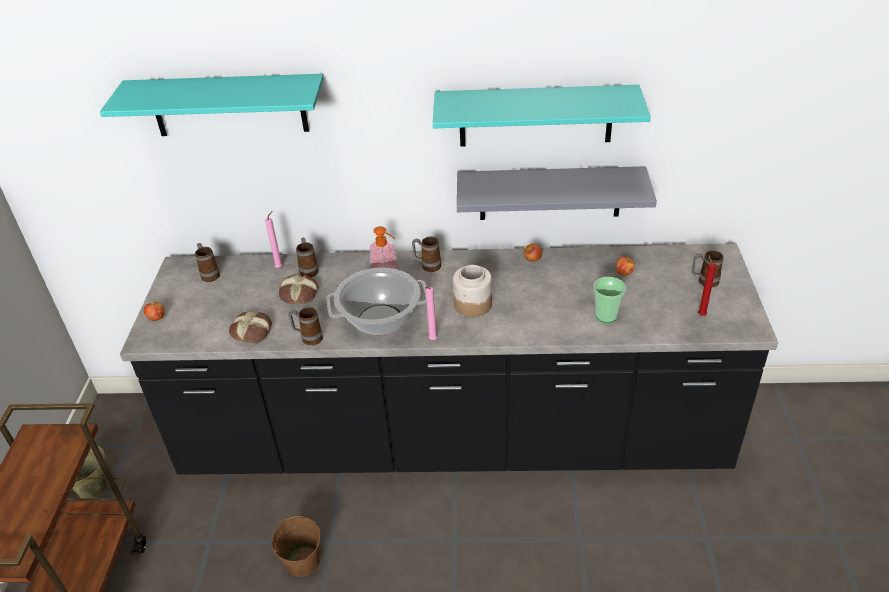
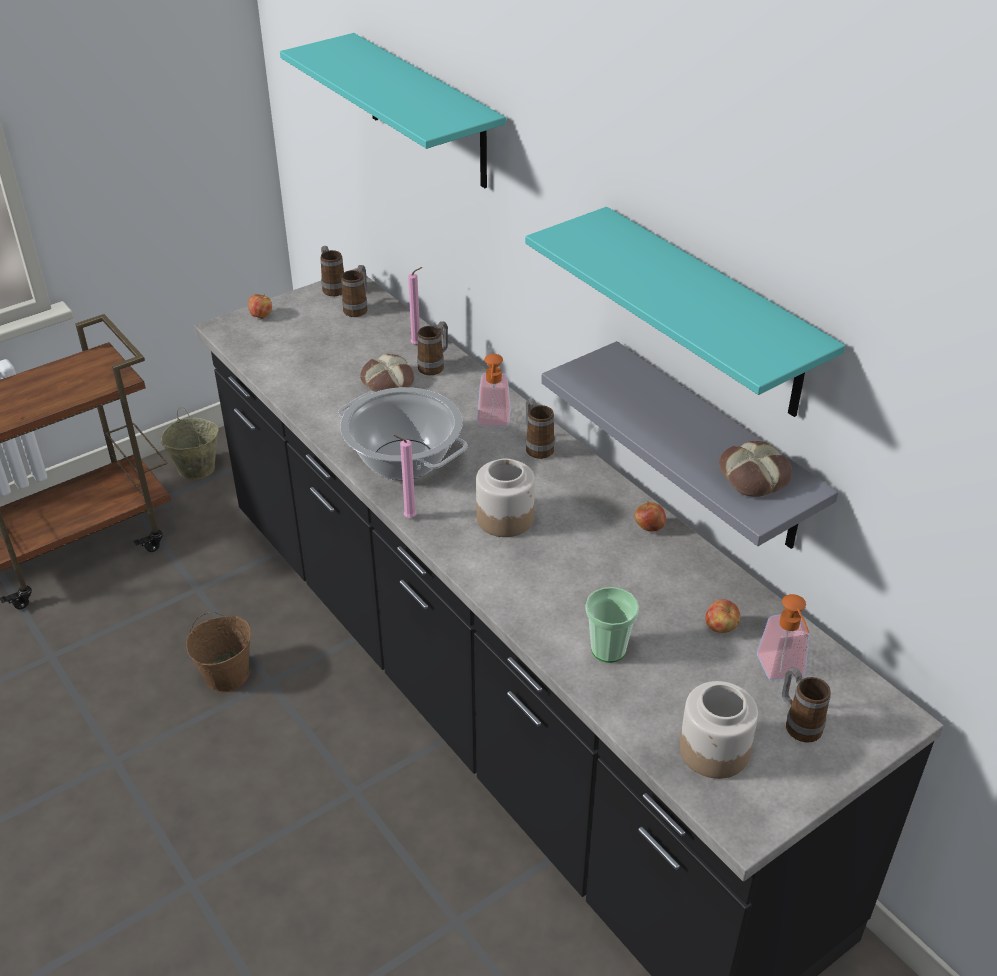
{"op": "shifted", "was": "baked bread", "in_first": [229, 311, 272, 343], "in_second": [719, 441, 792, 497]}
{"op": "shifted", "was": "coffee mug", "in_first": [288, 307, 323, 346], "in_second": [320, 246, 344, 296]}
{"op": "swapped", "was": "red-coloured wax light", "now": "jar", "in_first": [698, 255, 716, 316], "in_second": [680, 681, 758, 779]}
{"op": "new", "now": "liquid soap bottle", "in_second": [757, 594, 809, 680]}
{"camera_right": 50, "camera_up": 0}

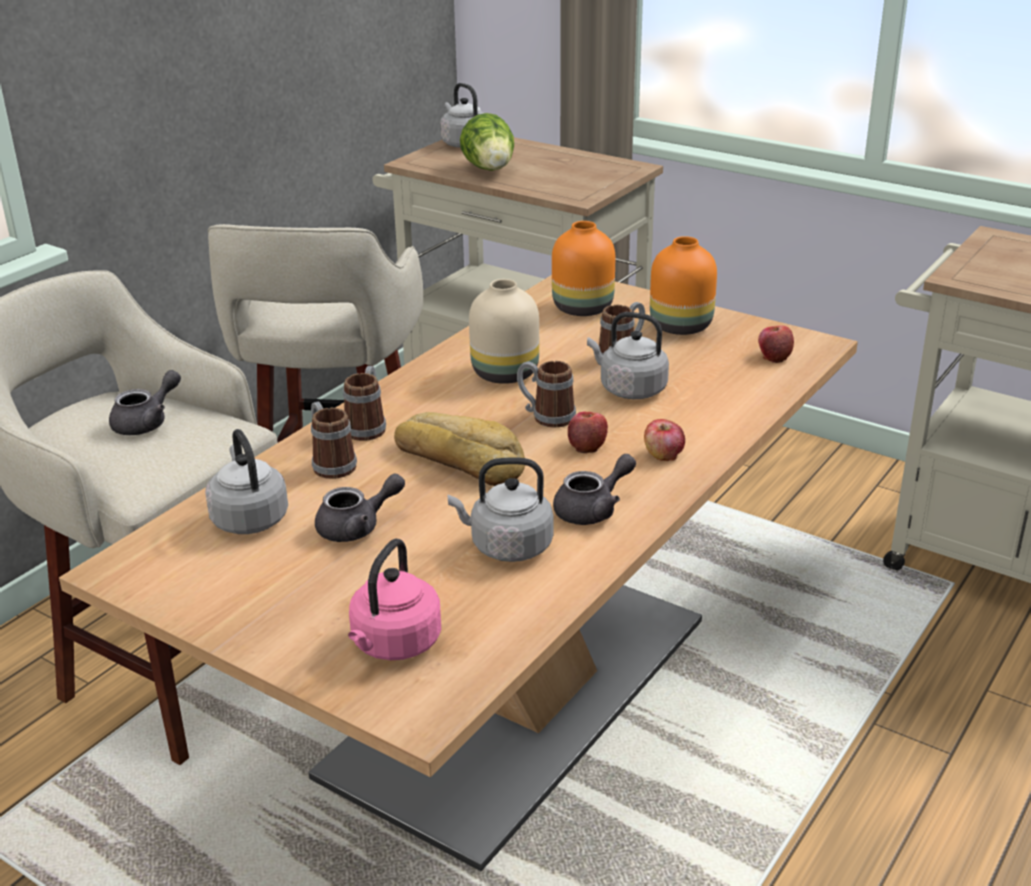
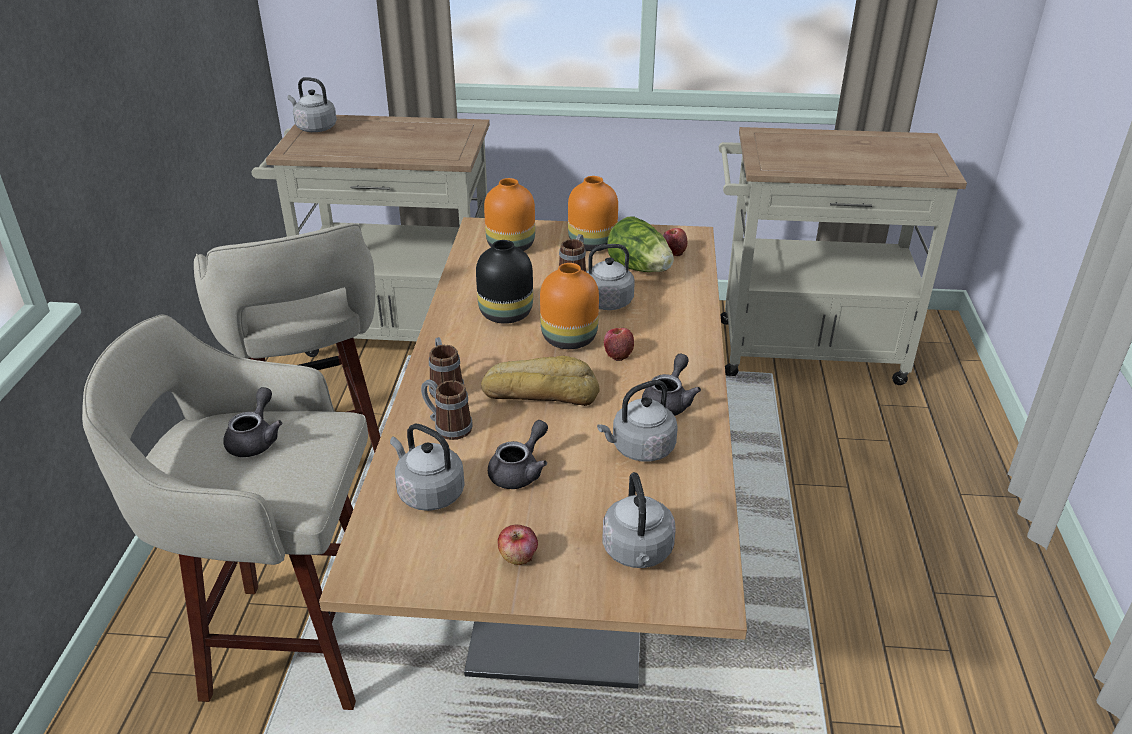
{"op": "repainted", "was": "pink-coloured tea kettle", "now": "gray tea kettle", "in_first": [348, 539, 441, 660], "in_second": [603, 472, 676, 568]}
{"op": "shifted", "was": "lettuce head", "in_first": [460, 113, 514, 171], "in_second": [607, 216, 674, 272]}
{"op": "repainted", "was": "sand-coloured vase", "now": "black-coloured vase", "in_first": [469, 279, 539, 384], "in_second": [476, 240, 533, 324]}
{"op": "swapped", "was": "coffee mug", "now": "orange vase", "in_first": [517, 361, 576, 428], "in_second": [540, 263, 599, 349]}
{"op": "shifted", "was": "whole apple", "in_first": [644, 419, 685, 461], "in_second": [498, 525, 538, 565]}
{"camera_right": -30, "camera_up": 5}

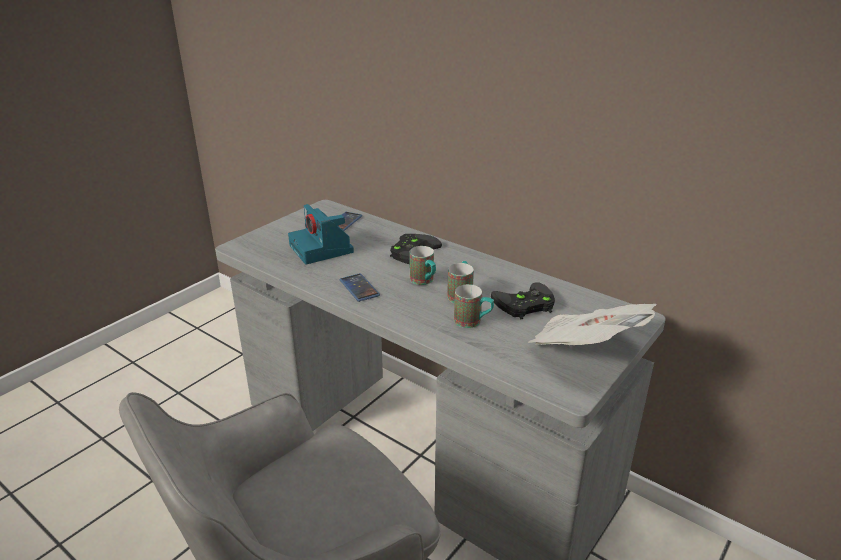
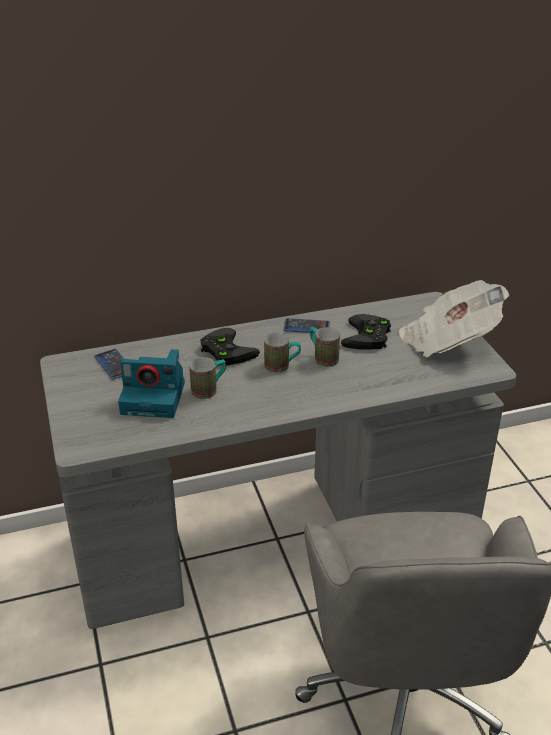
{"op": "shifted", "was": "phone", "in_first": [339, 273, 380, 302], "in_second": [283, 318, 330, 333]}
{"op": "shifted", "was": "coffee mug", "in_first": [454, 284, 494, 328], "in_second": [189, 357, 226, 399]}
{"camera_right": -55, "camera_up": 5}

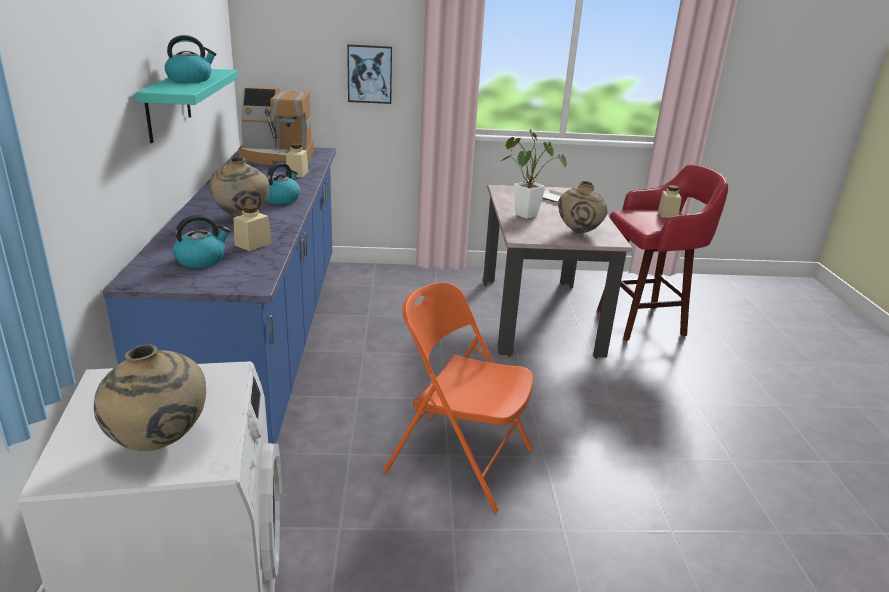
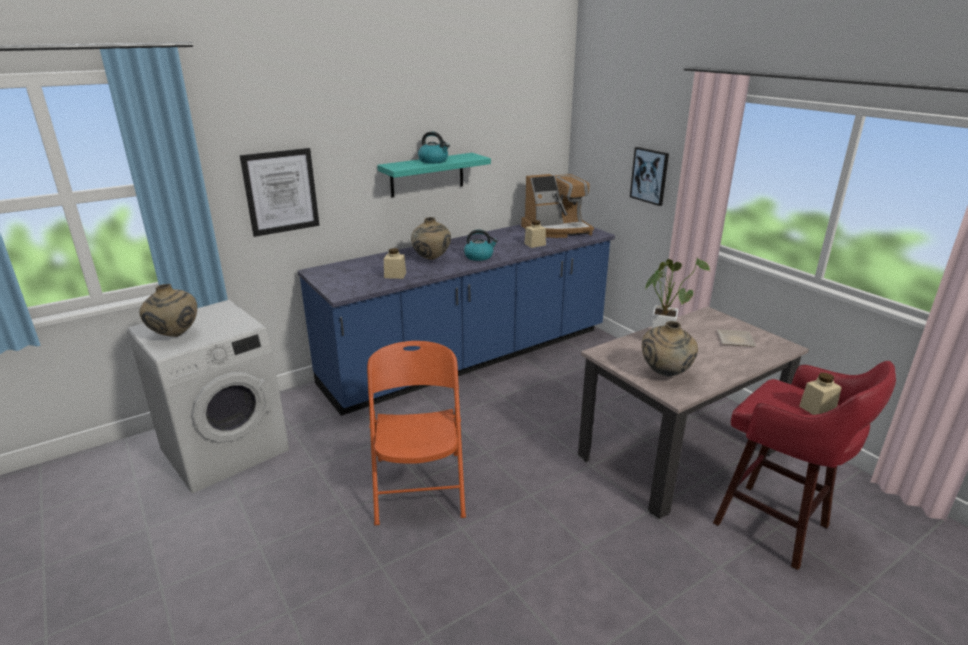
{"op": "gone", "was": "tea kettle", "in_first": [173, 215, 231, 268]}
{"op": "rotated", "was": "coffee brewer", "in_first": [238, 87, 314, 165], "in_second": [521, 174, 594, 238], "clockwise": -75}
{"op": "new", "now": "wall art", "in_second": [240, 148, 320, 237]}
{"camera_right": 60, "camera_up": 0}

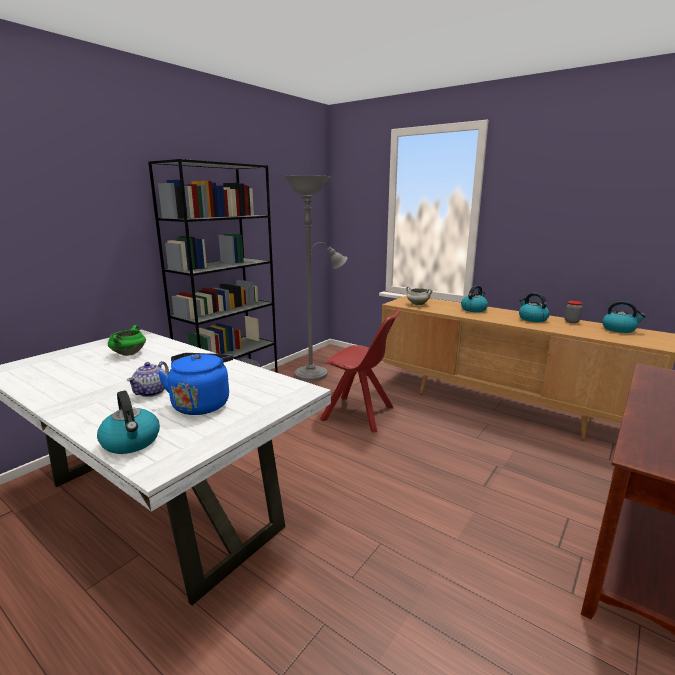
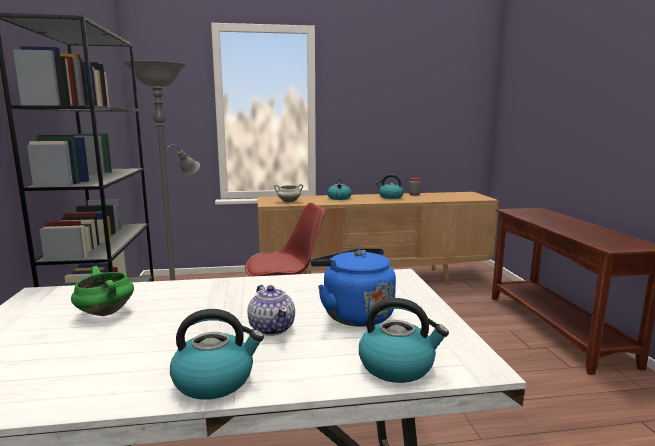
{"op": "shifted", "was": "tea kettle", "in_first": [602, 301, 646, 333], "in_second": [170, 309, 264, 400]}
{"camera_right": -45, "camera_up": -5}

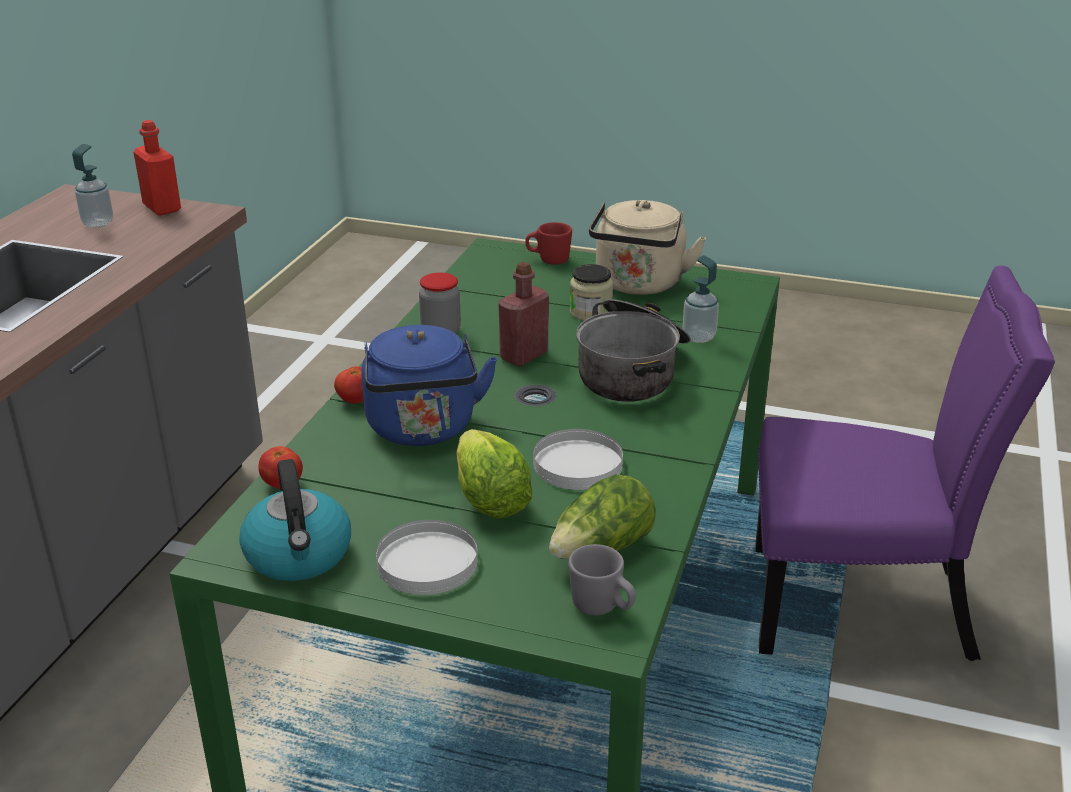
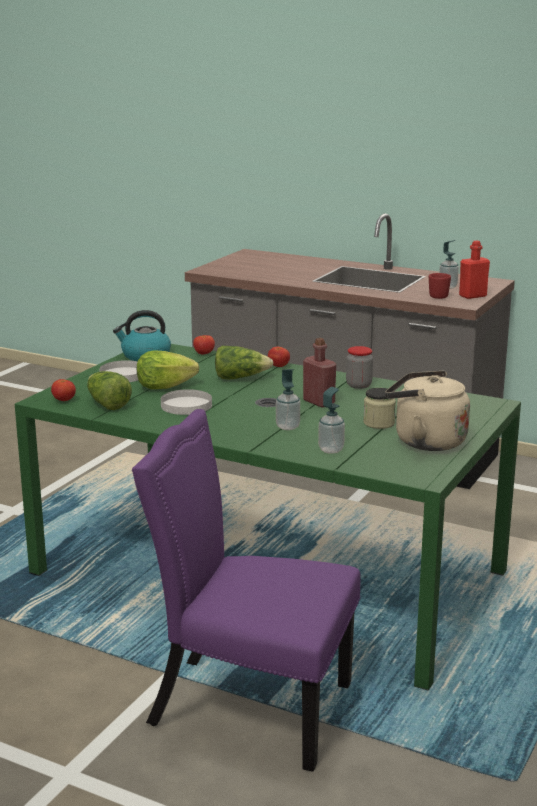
{"op": "swapped", "was": "bluish tea kettle", "now": "lettuce head", "in_first": [361, 325, 497, 446], "in_second": [215, 346, 273, 379]}
{"op": "shifted", "was": "red-coloured coffee mug", "in_first": [525, 222, 572, 265], "in_second": [429, 273, 451, 299]}
{"op": "swapped", "was": "gray coffee mug", "now": "tomato", "in_first": [568, 544, 636, 615], "in_second": [51, 379, 76, 401]}
{"op": "swapped", "was": "saucepot", "now": "liquid soap bottle", "in_first": [576, 299, 691, 402], "in_second": [276, 369, 300, 430]}
{"op": "rotated", "was": "purple-coloured plain chair", "in_first": [755, 266, 1055, 661], "in_second": [132, 409, 361, 772], "clockwise": 90}
{"camera_right": 100, "camera_up": -10}

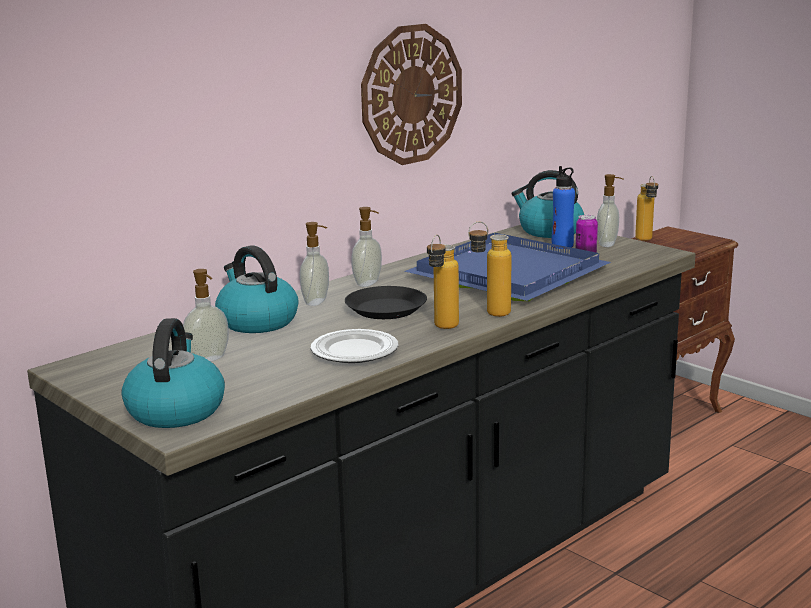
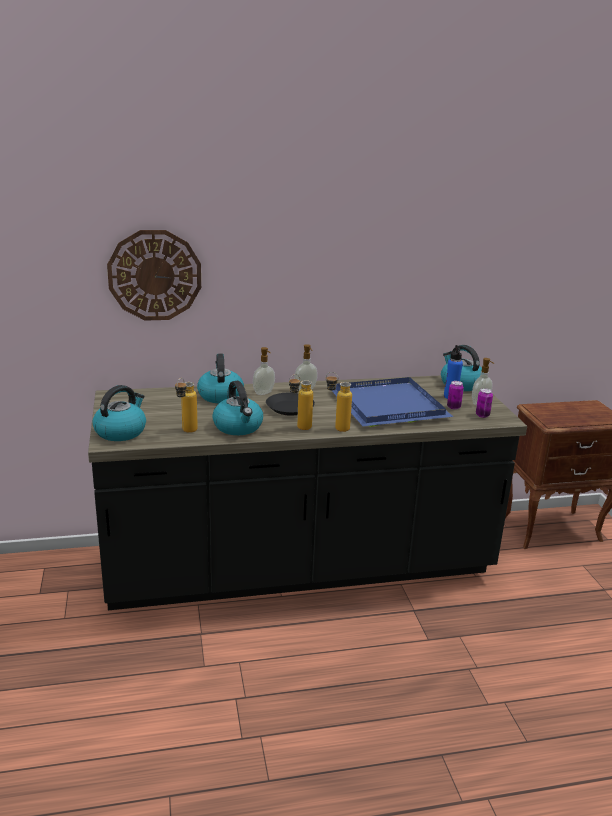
{"op": "gone", "was": "liquid soap bottle", "in_first": [183, 269, 229, 362]}
{"op": "swapped", "was": "flat dish", "now": "tea kettle", "in_first": [311, 329, 399, 363], "in_second": [212, 381, 263, 435]}
{"op": "shifted", "was": "wall clock", "in_first": [361, 24, 462, 165], "in_second": [107, 230, 201, 321]}
{"op": "shifted", "was": "bottle", "in_first": [635, 176, 658, 241], "in_second": [175, 378, 198, 433]}
{"op": "new", "now": "sealed can", "in_second": [476, 388, 493, 418]}
{"camera_right": 30, "camera_up": 5}

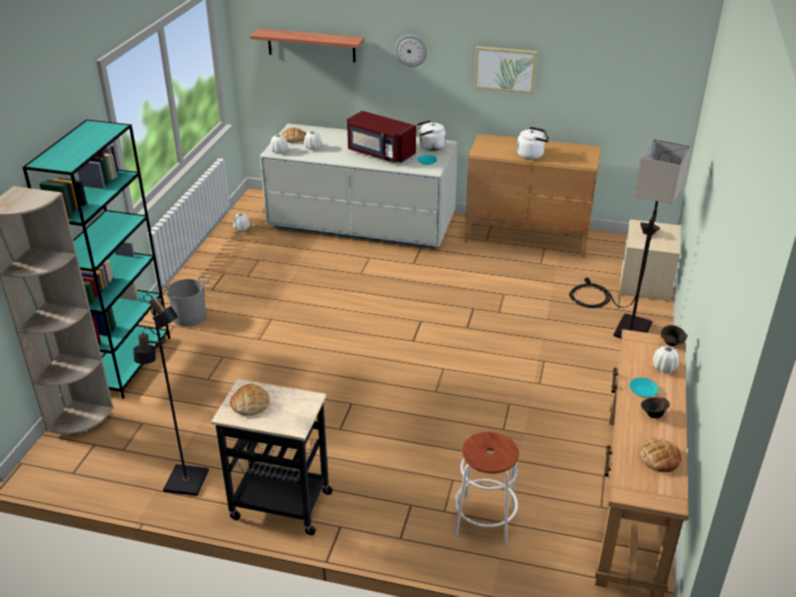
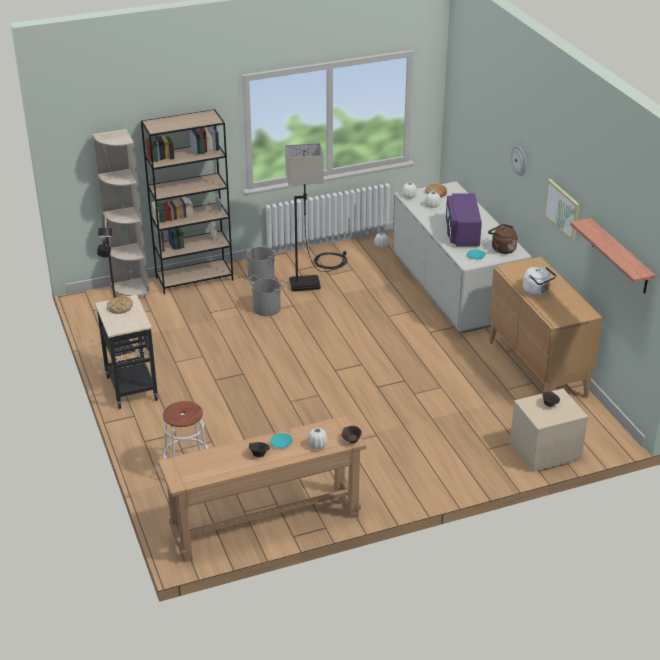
{"op": "repainted", "was": "blue-green bookshelf", "now": "sand-coloured bookshelf", "in_first": [22, 120, 170, 399], "in_second": [141, 109, 233, 294]}
{"op": "shifted", "was": "wall shelf", "in_first": [250, 29, 364, 62], "in_second": [570, 218, 655, 294]}
{"op": "repainted", "was": "red-coloured kitchen microwave", "now": "purple-coloured kitchen microwave", "in_first": [347, 111, 416, 163], "in_second": [446, 193, 482, 247]}
{"op": "repainted", "was": "white tea kettle", "now": "brownish tea kettle", "in_first": [416, 120, 446, 151], "in_second": [488, 224, 518, 254]}
{"op": "shifted", "was": "standing lamp", "in_first": [569, 139, 691, 338], "in_second": [285, 143, 347, 291]}
{"op": "gone", "was": "baked bread", "in_first": [639, 438, 681, 472]}
{"op": "new", "now": "gray bucket", "in_second": [247, 275, 285, 316]}
{"camera_right": 55, "camera_up": 0}

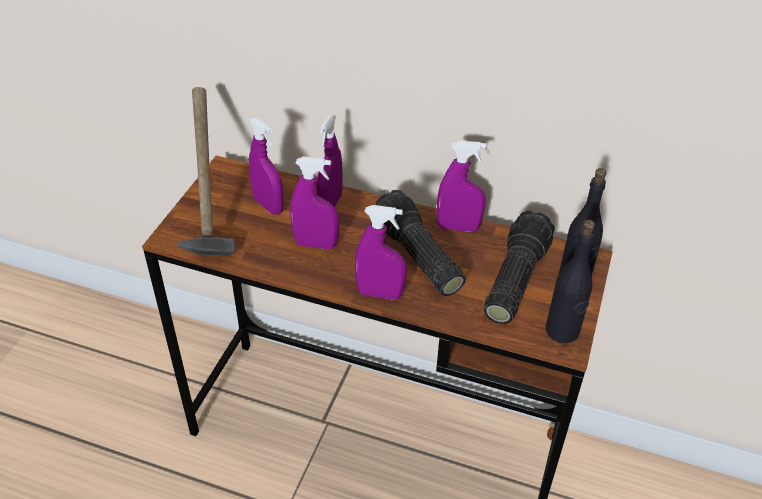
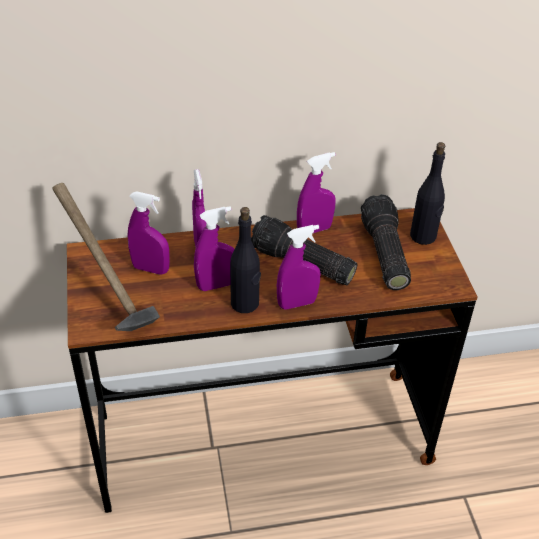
{"op": "shifted", "was": "black-coloured bottle", "in_first": [546, 220, 595, 343], "in_second": [230, 207, 261, 313]}
{"camera_right": -30, "camera_up": 0}

